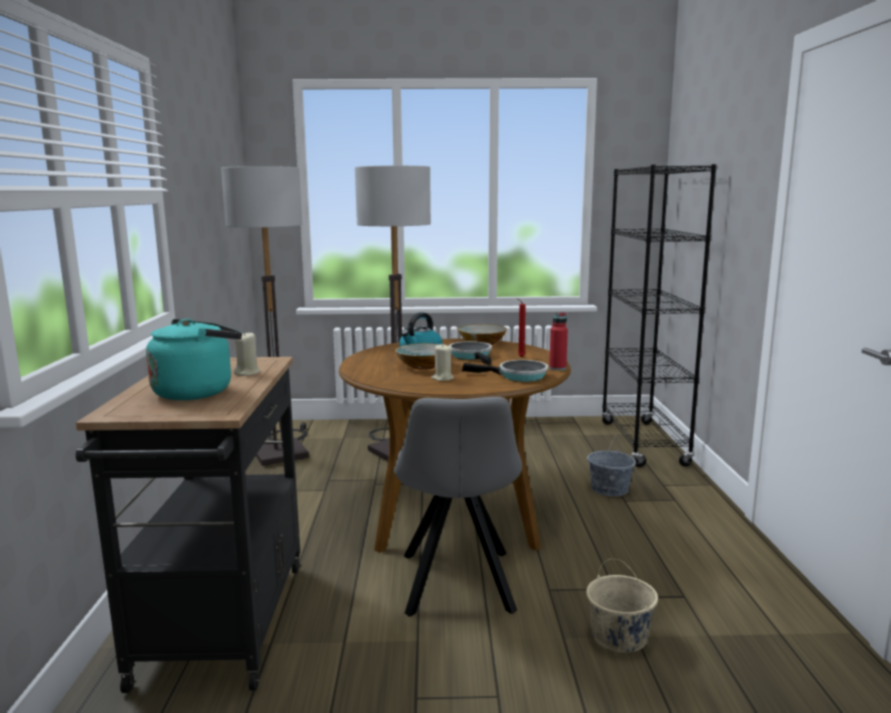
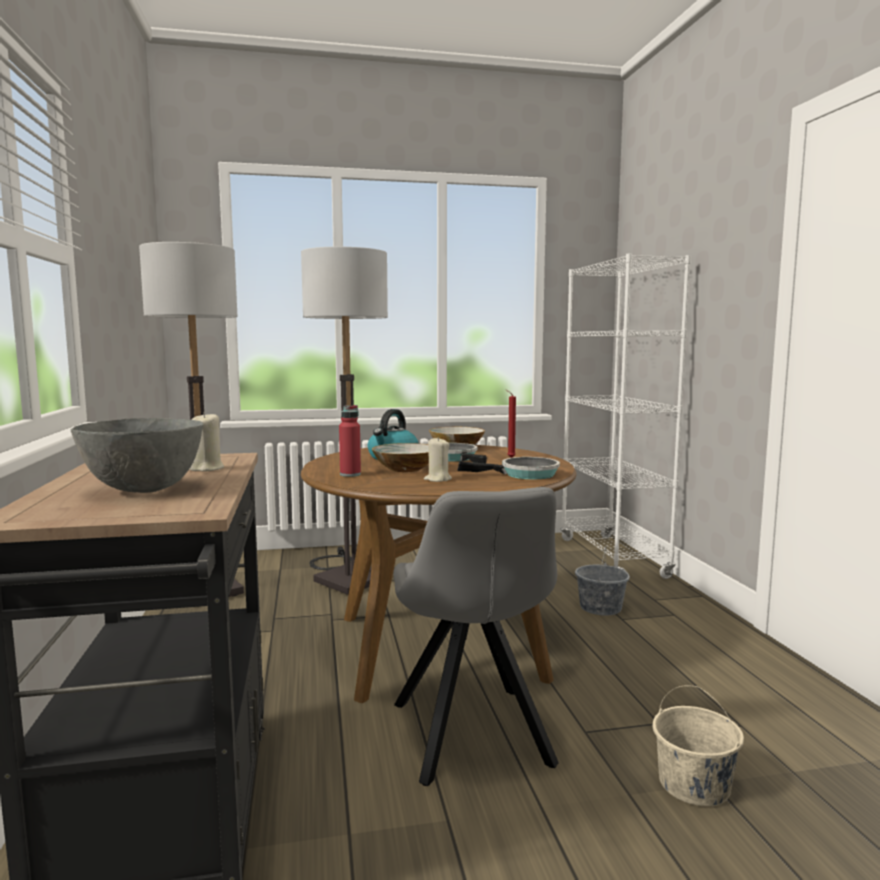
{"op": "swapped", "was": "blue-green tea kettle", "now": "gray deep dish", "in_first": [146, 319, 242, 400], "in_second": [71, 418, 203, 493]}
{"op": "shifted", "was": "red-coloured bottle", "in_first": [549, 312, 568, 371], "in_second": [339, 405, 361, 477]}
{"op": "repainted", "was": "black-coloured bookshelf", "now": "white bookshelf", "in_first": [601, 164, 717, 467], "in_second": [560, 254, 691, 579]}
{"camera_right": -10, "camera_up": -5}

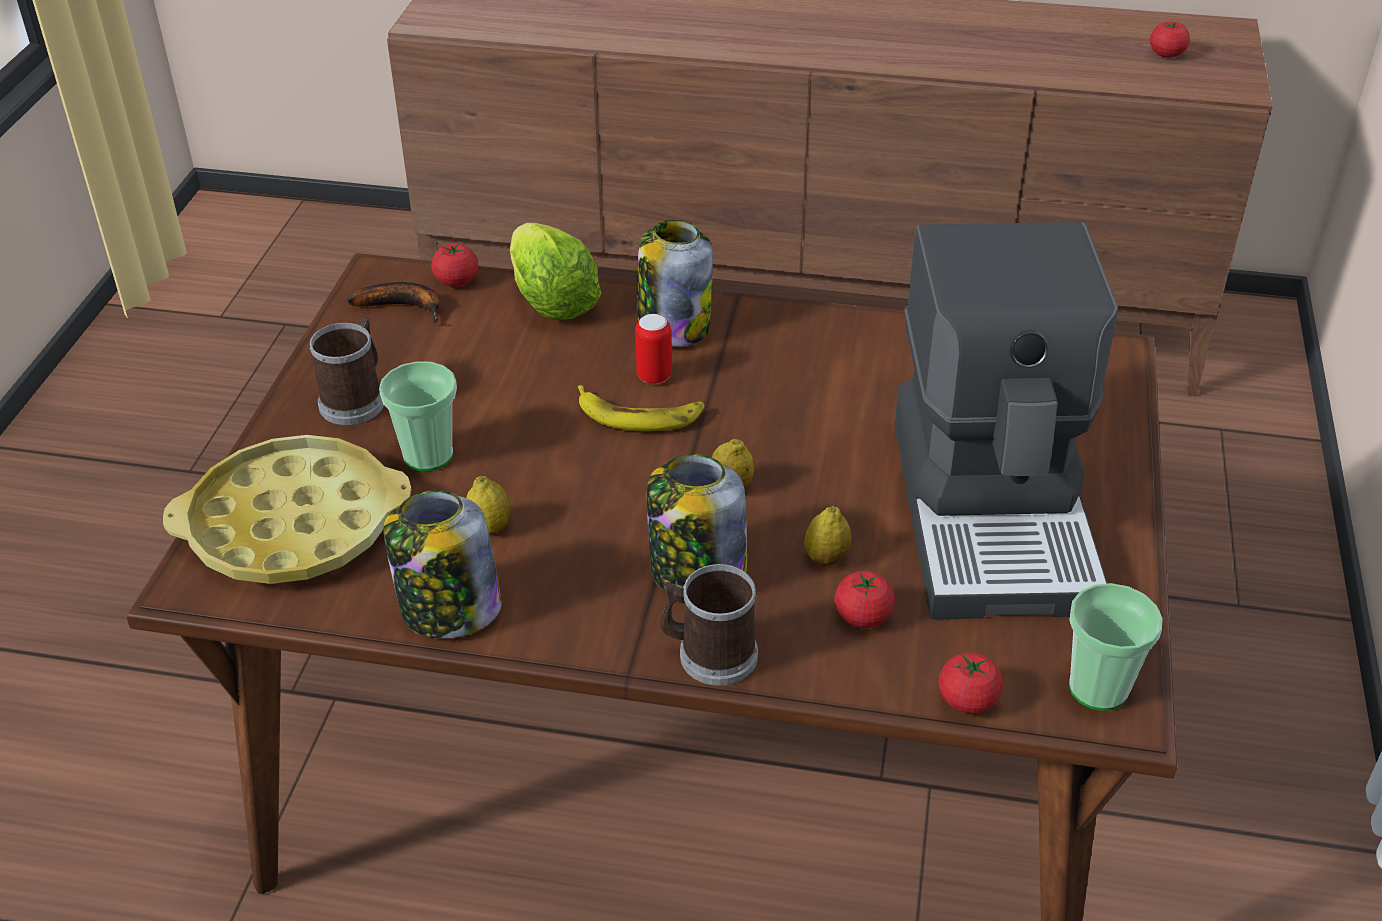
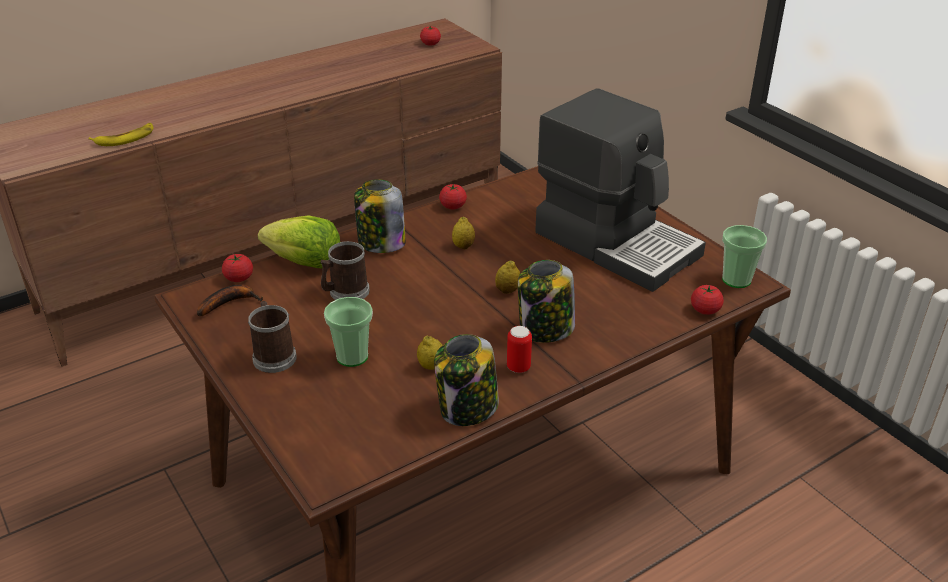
{"op": "gone", "was": "yellow-coloured tray", "in_first": [163, 435, 411, 584]}
{"op": "shifted", "was": "whole banana", "in_first": [578, 385, 705, 431], "in_second": [88, 123, 153, 146]}
{"op": "shifted", "was": "sealed can", "in_first": [635, 314, 672, 384], "in_second": [507, 326, 532, 373]}
{"op": "shifted", "was": "coffee mug", "in_first": [660, 564, 758, 686], "in_second": [320, 241, 370, 300]}
{"op": "shifted", "was": "whole lemon", "in_first": [804, 506, 852, 566], "in_second": [452, 217, 475, 249]}
{"op": "shifted", "was": "tomato", "in_first": [834, 571, 895, 628], "in_second": [439, 184, 467, 209]}
{"camera_right": -45, "camera_up": -5}

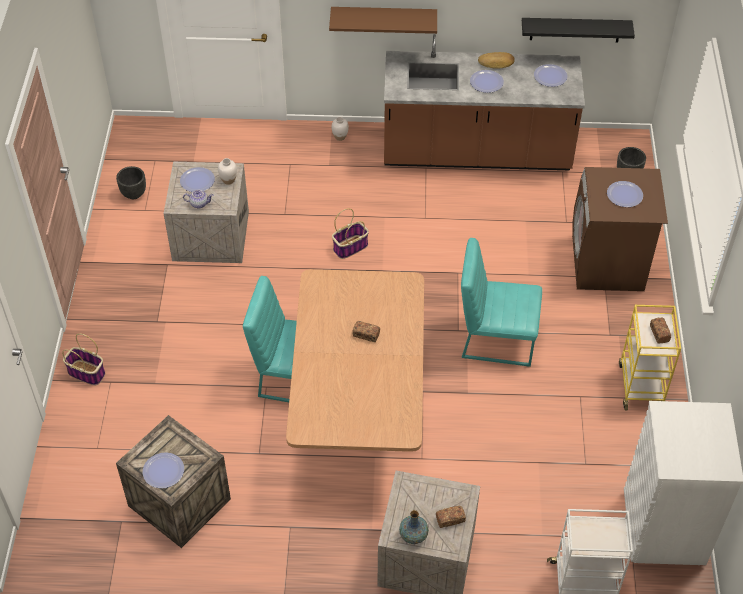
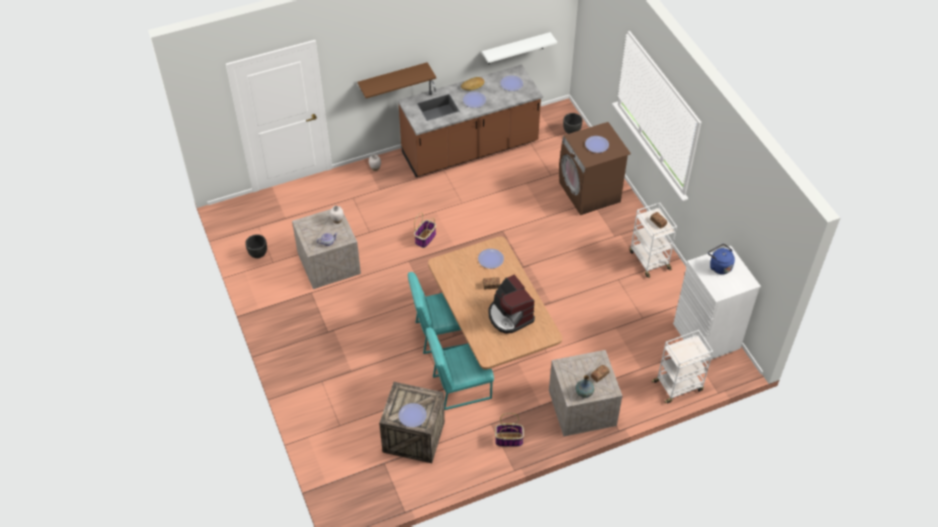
{"op": "shifted", "was": "basket", "in_first": [62, 333, 105, 385], "in_second": [495, 413, 524, 447]}
{"op": "shifted", "was": "flat dish", "in_first": [180, 167, 215, 192], "in_second": [478, 249, 504, 269]}
{"op": "shifted", "was": "blue-green plain chair", "in_first": [461, 238, 542, 367], "in_second": [426, 327, 494, 410]}
{"op": "repainted", "was": "black-coloured wall shelf", "now": "white wall shelf", "in_first": [522, 18, 635, 42], "in_second": [482, 32, 557, 64]}
{"op": "repainted", "was": "yellow-coloured trolley", "now": "white trolley", "in_first": [619, 305, 681, 410], "in_second": [630, 203, 677, 278]}
{"op": "new", "now": "coffee brewer", "in_second": [488, 275, 535, 334]}
{"op": "new", "now": "bluish tea kettle", "in_second": [708, 244, 735, 274]}
{"camera_right": -25, "camera_up": 0}

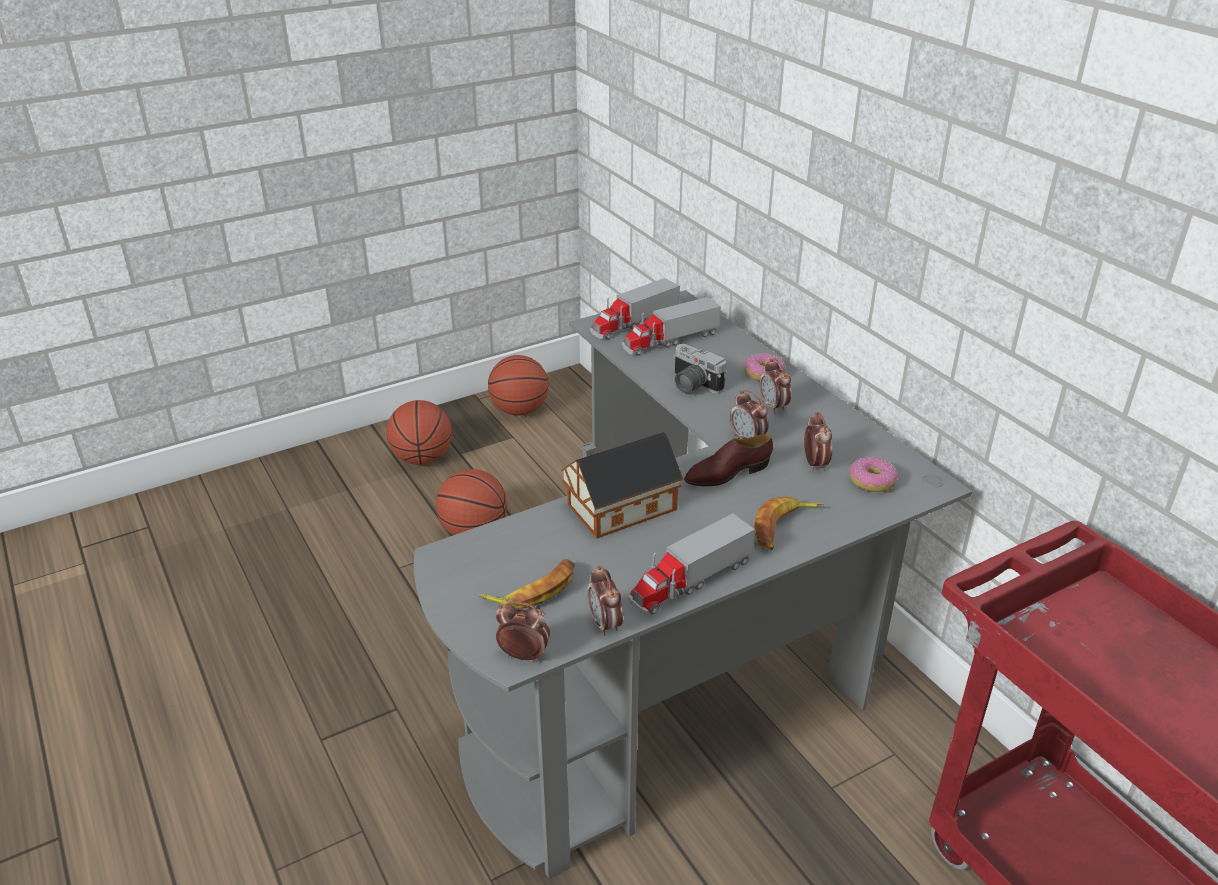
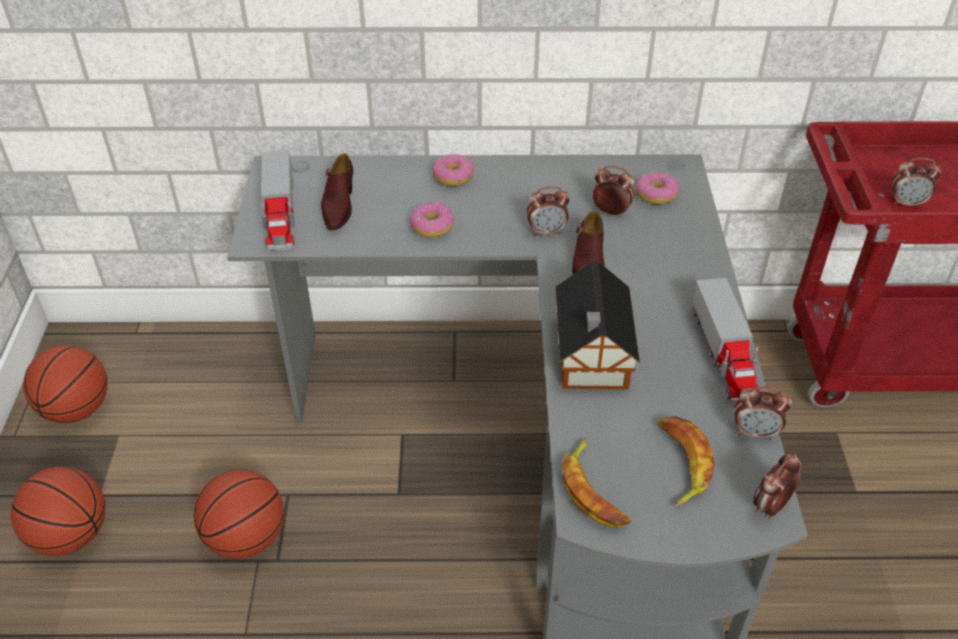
{"op": "swapped", "was": "toy lorry", "now": "brownish shoe", "in_first": [622, 297, 721, 355], "in_second": [321, 153, 353, 230]}
{"op": "swapped", "was": "photo camera", "now": "ring doughnut", "in_first": [673, 344, 727, 394], "in_second": [410, 202, 455, 238]}
{"op": "shifted", "was": "whole banana", "in_first": [754, 497, 824, 550], "in_second": [562, 438, 631, 528]}
{"op": "shifted", "was": "table clock", "in_first": [760, 358, 791, 414], "in_second": [891, 158, 941, 208]}
{"camera_right": -60, "camera_up": 10}

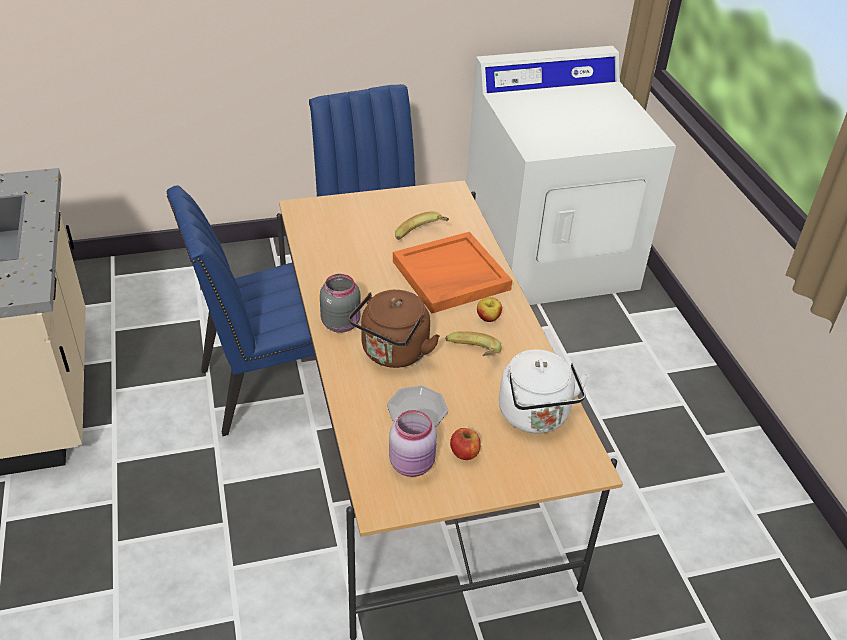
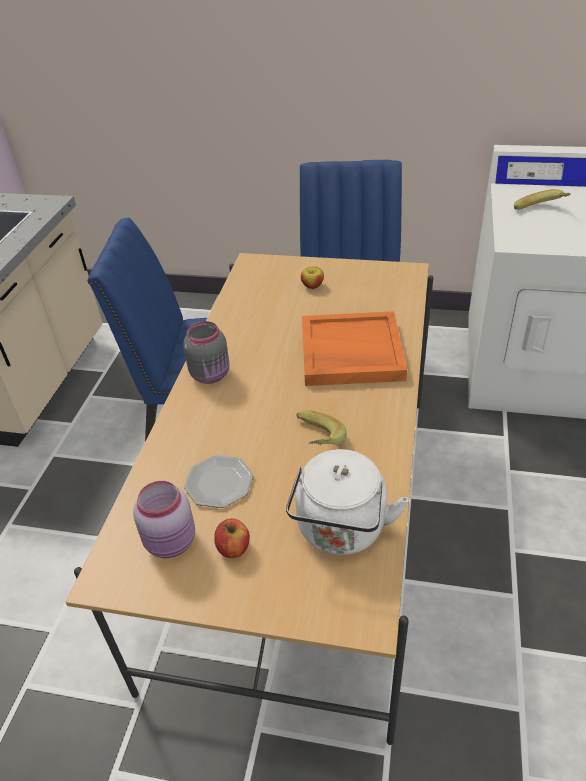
{"op": "gone", "was": "brownish tea kettle", "in_first": [349, 290, 440, 368]}
{"op": "shifted", "was": "whole banana", "in_first": [395, 211, 449, 240], "in_second": [514, 189, 571, 210]}
{"op": "shifted", "was": "whole apple", "in_first": [477, 297, 502, 322], "in_second": [301, 266, 324, 289]}
{"camera_right": 30, "camera_up": 0}

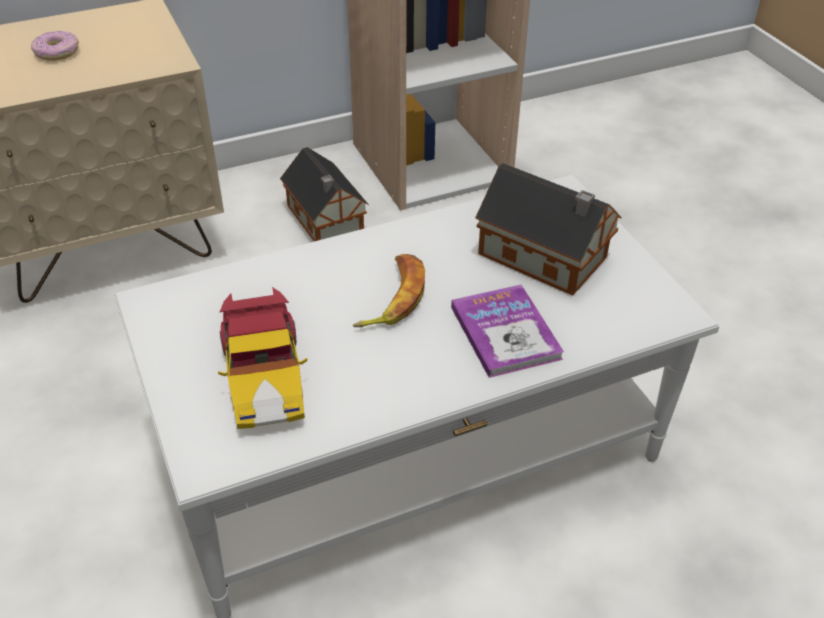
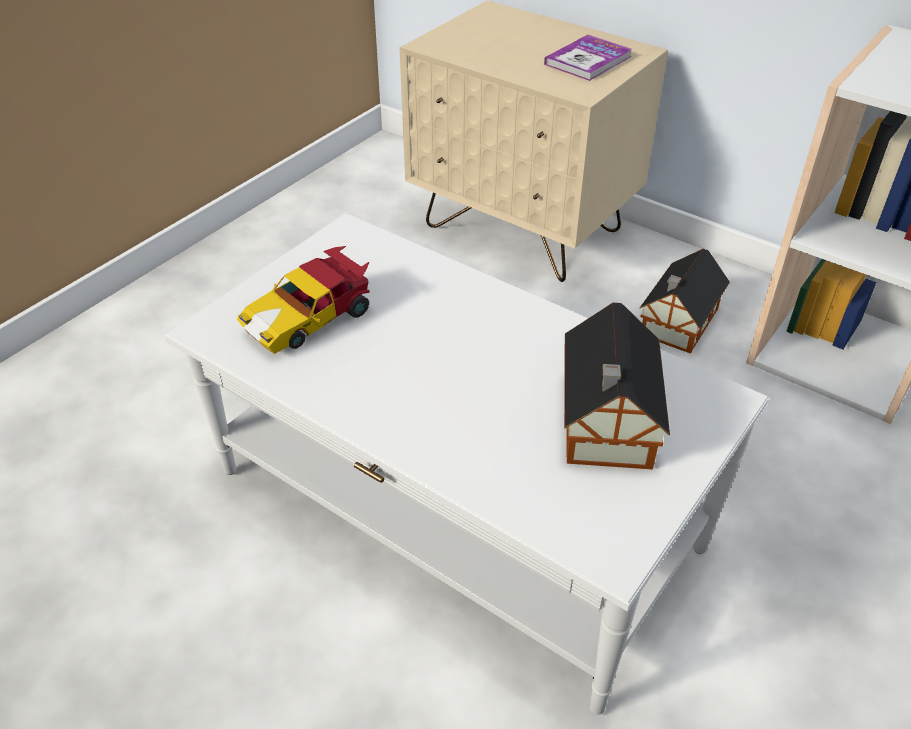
{"op": "gone", "was": "ring doughnut", "in_first": [31, 31, 79, 61]}
{"op": "gone", "was": "whole banana", "in_first": [353, 254, 425, 327]}
{"op": "shifted", "was": "volume", "in_first": [451, 284, 564, 378], "in_second": [544, 35, 632, 81]}
{"camera_right": 60, "camera_up": 0}

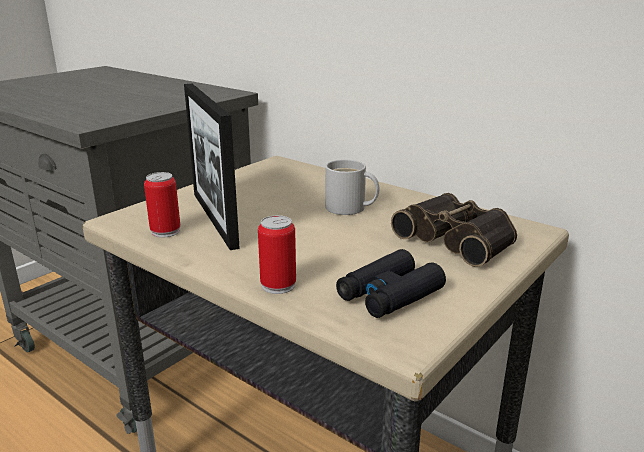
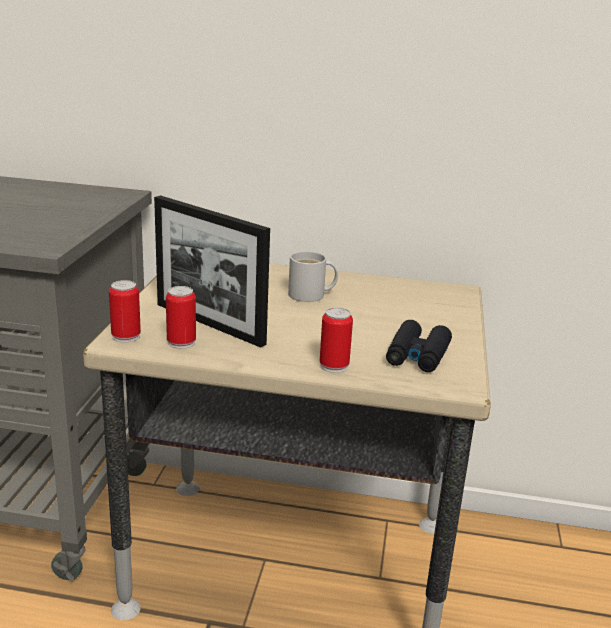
{"op": "gone", "was": "binoculars", "in_first": [391, 193, 517, 267]}
{"op": "new", "now": "sealed can", "in_second": [109, 280, 141, 343]}
{"camera_right": -30, "camera_up": 0}

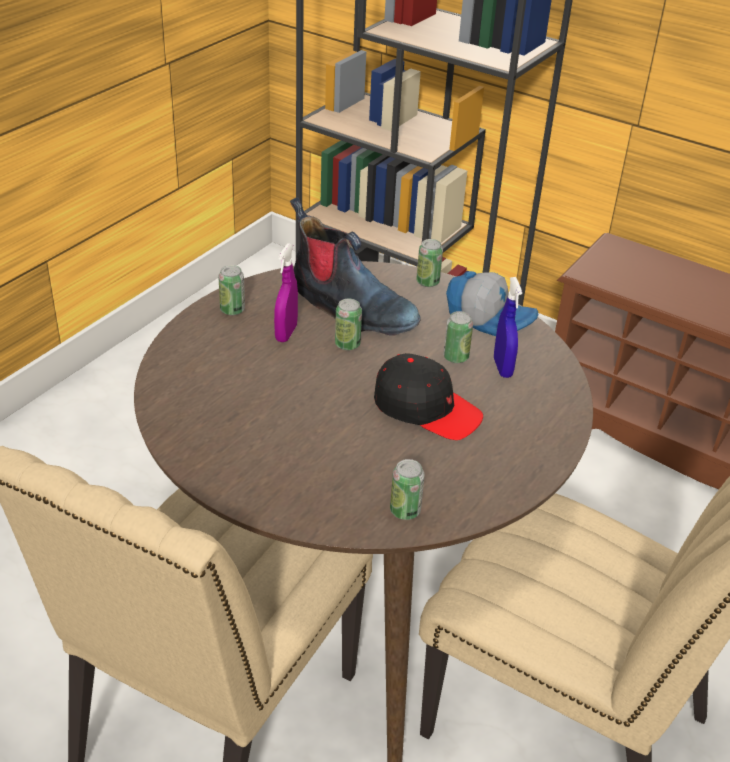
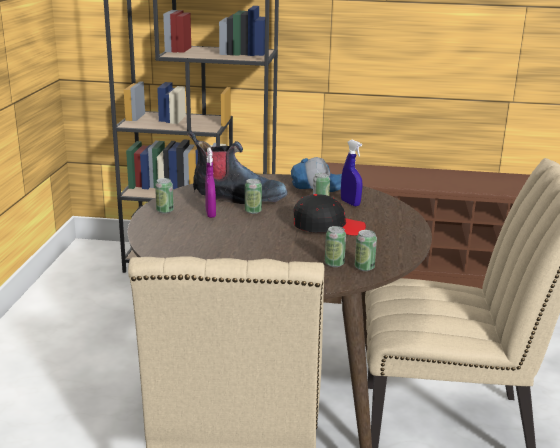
{"op": "shifted", "was": "sealed can", "in_first": [416, 239, 443, 287], "in_second": [325, 226, 346, 267]}
{"camera_right": -25, "camera_up": -15}

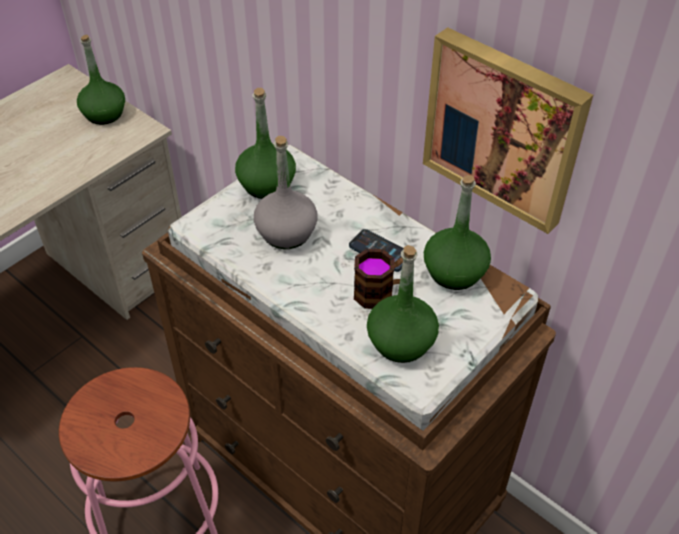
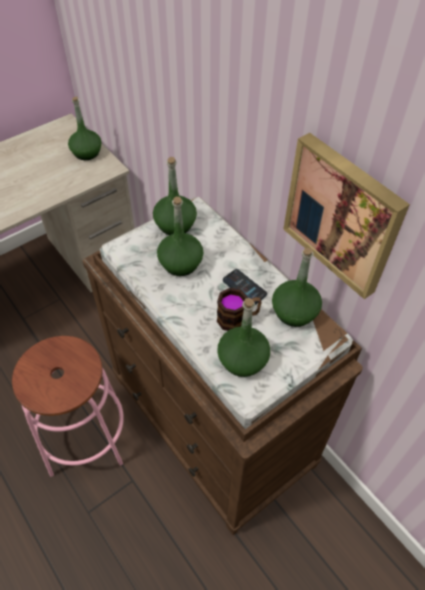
{"op": "repainted", "was": "gray bottle", "now": "green-coloured bottle", "in_first": [254, 136, 317, 249], "in_second": [157, 196, 203, 276]}
{"camera_right": 10, "camera_up": 5}

